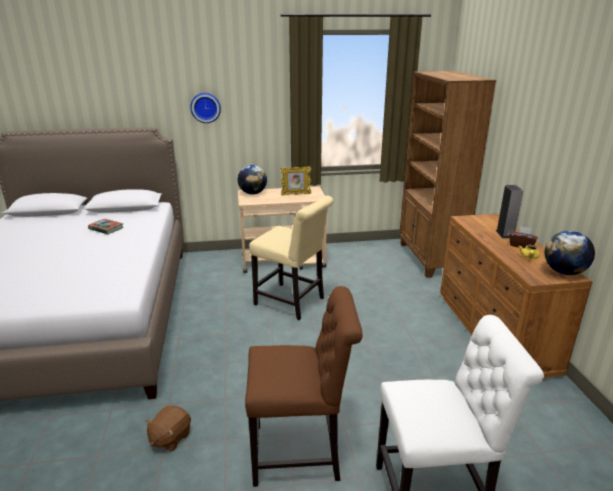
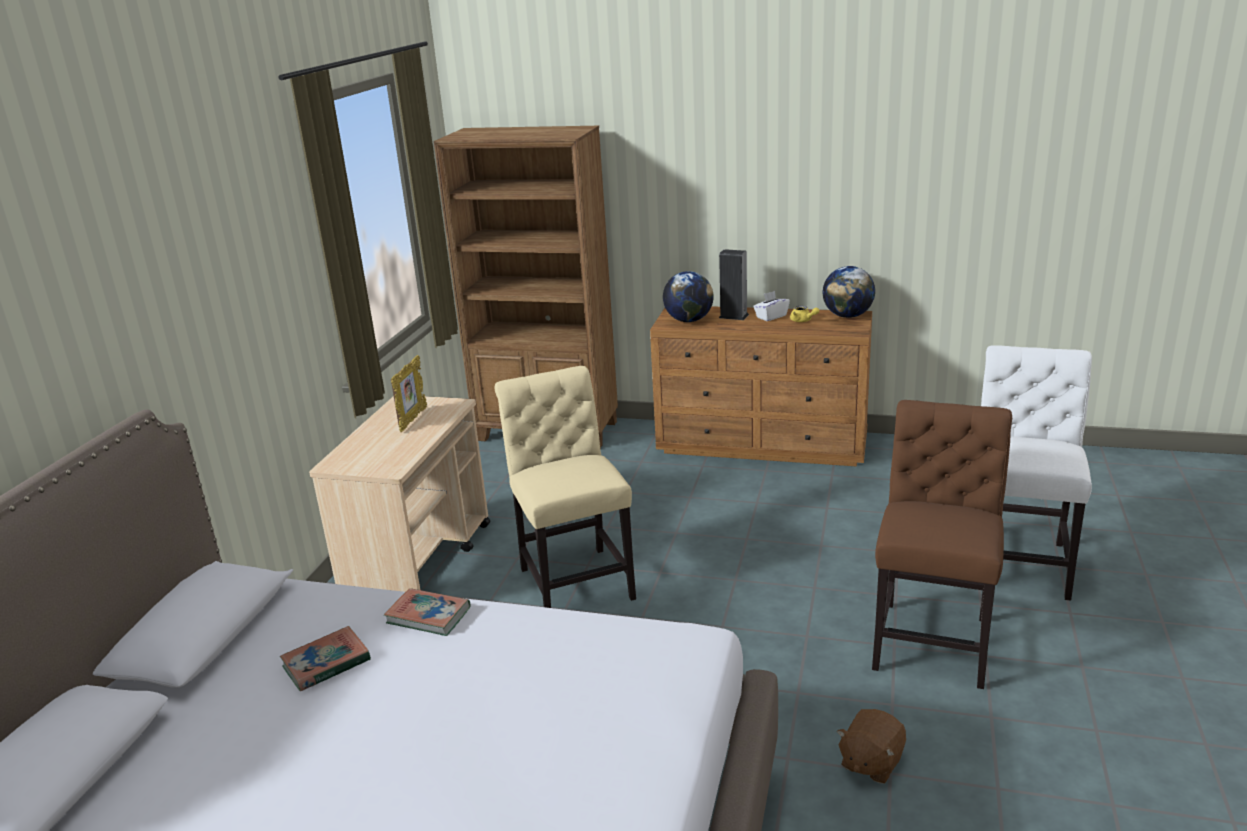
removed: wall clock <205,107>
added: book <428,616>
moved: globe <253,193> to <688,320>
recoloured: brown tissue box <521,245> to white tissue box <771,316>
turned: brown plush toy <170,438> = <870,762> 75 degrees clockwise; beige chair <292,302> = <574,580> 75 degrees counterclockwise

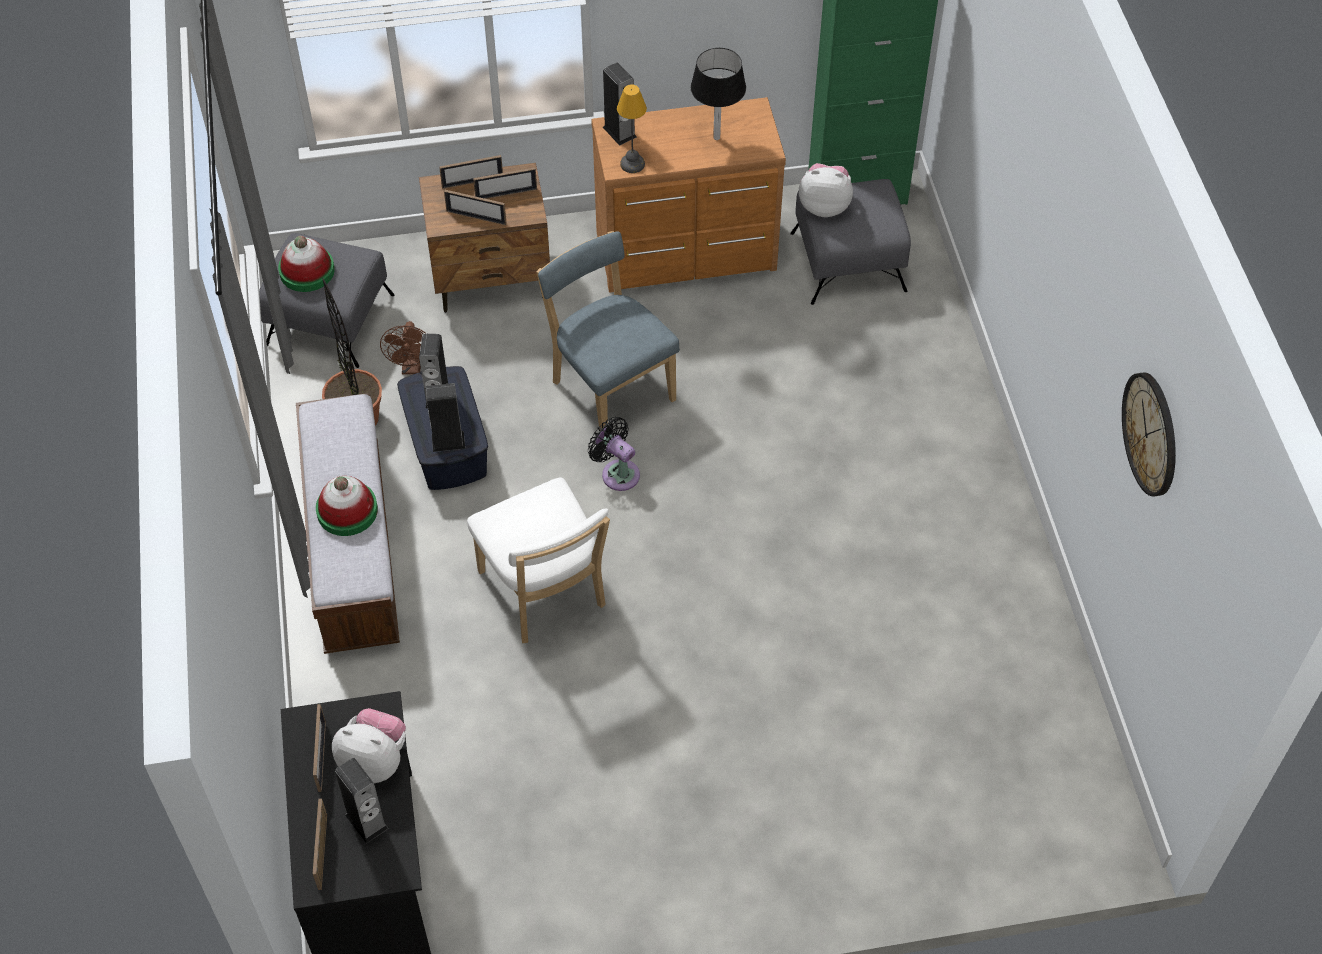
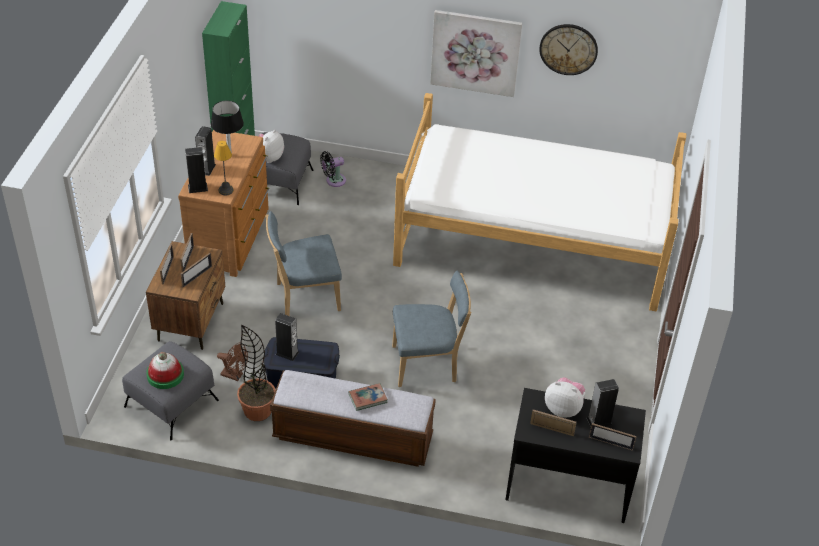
added: bed <533,243>; picture <475,52>
moved: speaker <448,441> to <206,169>; black fan <617,472> to <333,181>
replaced: hat <347,511> to book <368,398>
recoloured: white chair <544,594> to blue chair <428,364>
turned: plush toy <375,760> = <563,408> 75 degrees clockwise

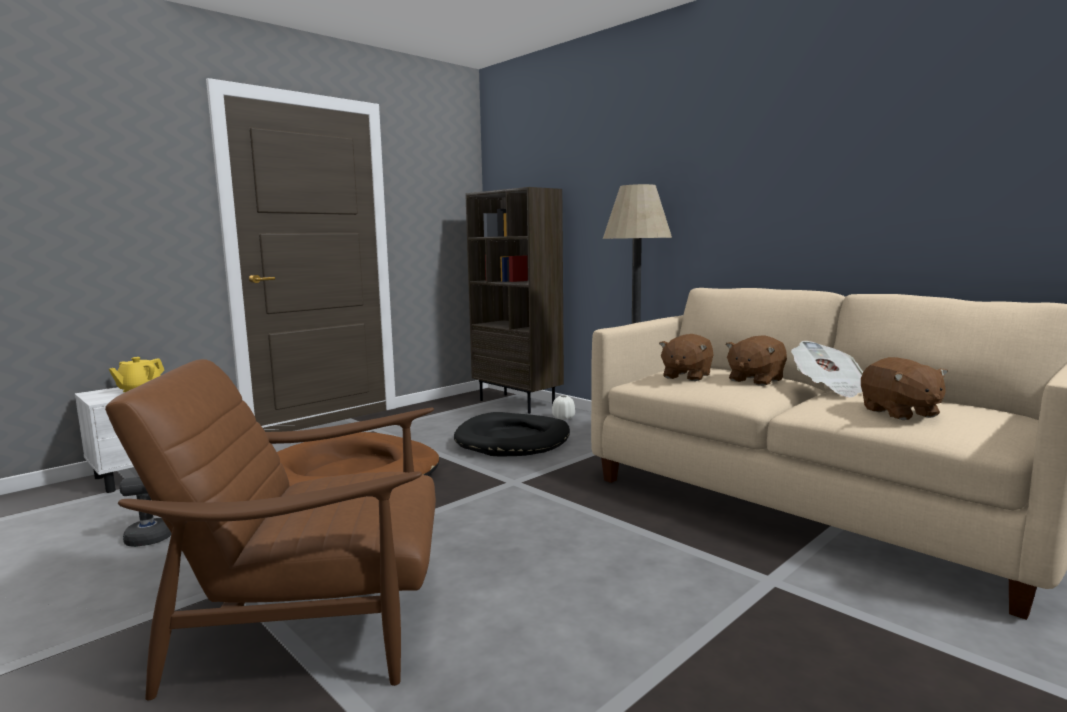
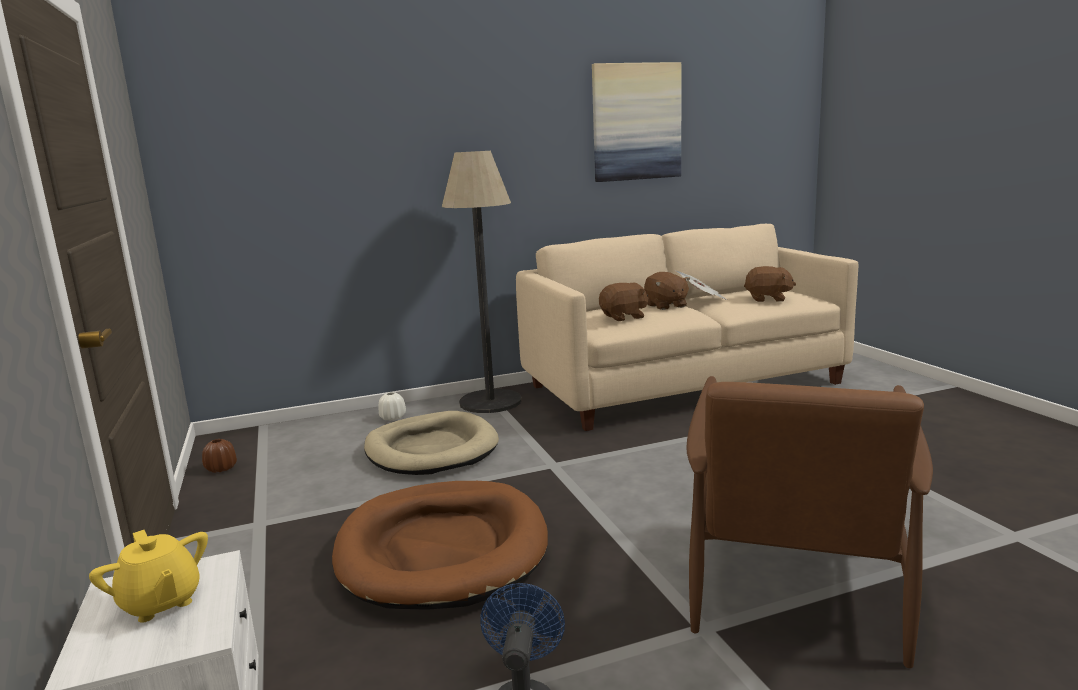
removed: brown bookcase <518,403>
added: brown vase <221,468>; picture <636,122>
recoloured: black dog bed <513,440> to beige dog bed <431,449>
turned: brown plush toy <686,376> = <624,317> 75 degrees counterclockwise

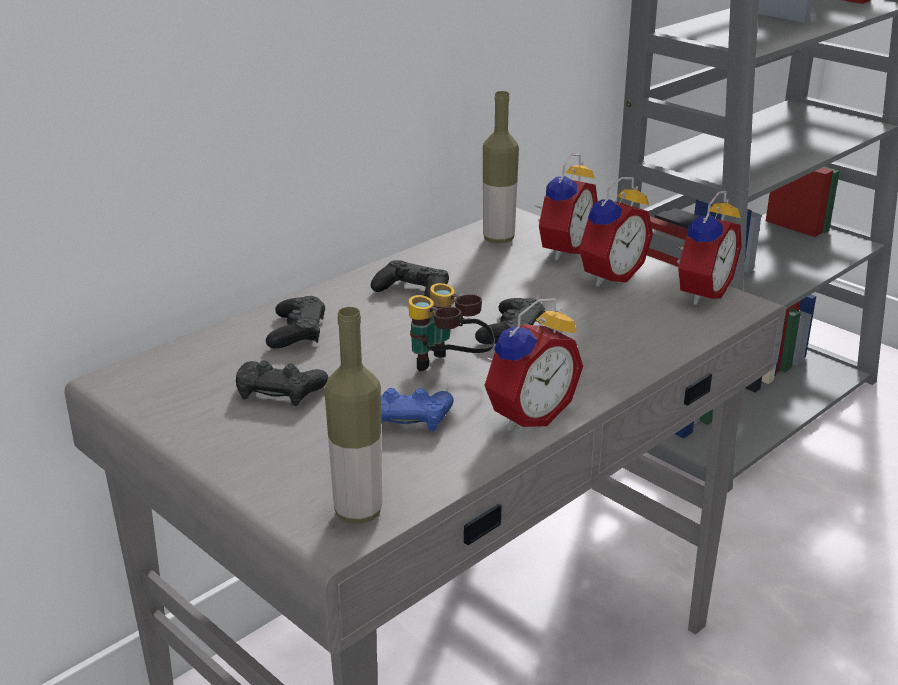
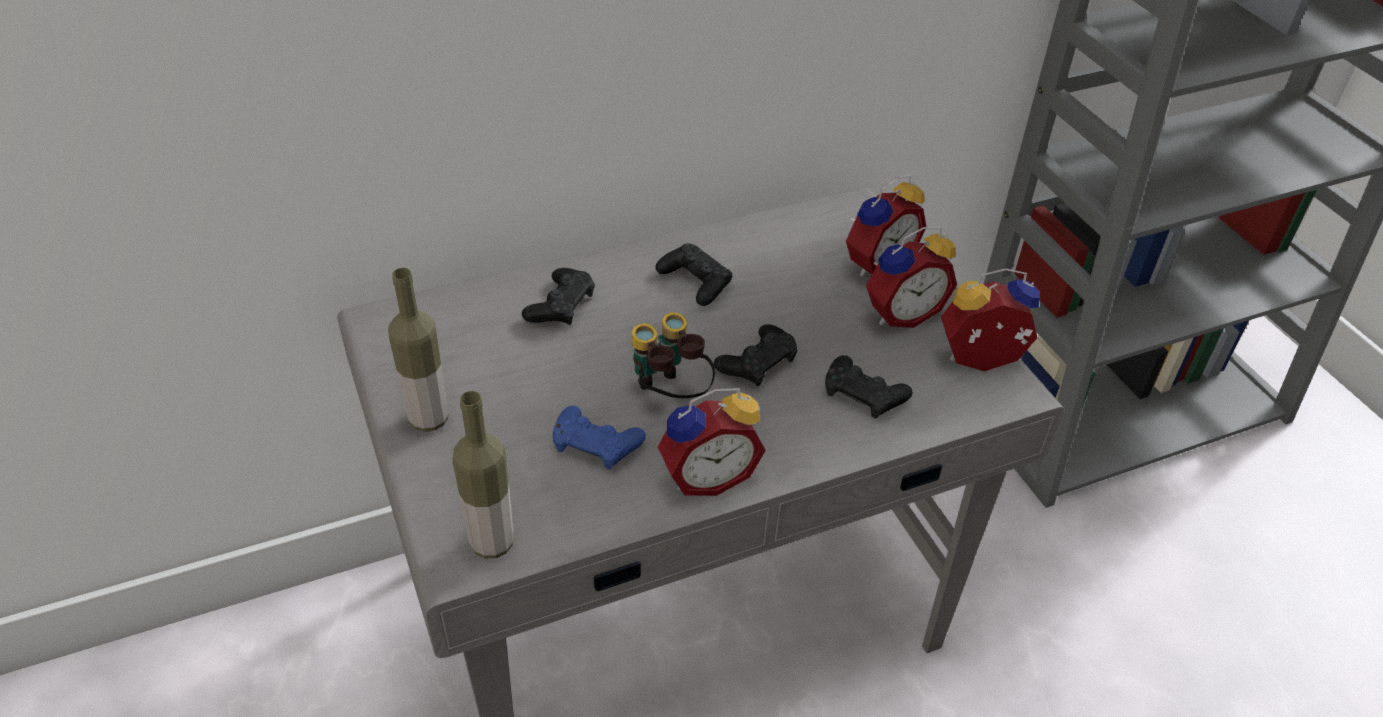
moved: black game controller <279,391> to <863,394>; bottle <498,239> to <429,419>
turned: alarm clock <699,293> = <981,363> 150 degrees counterclockwise

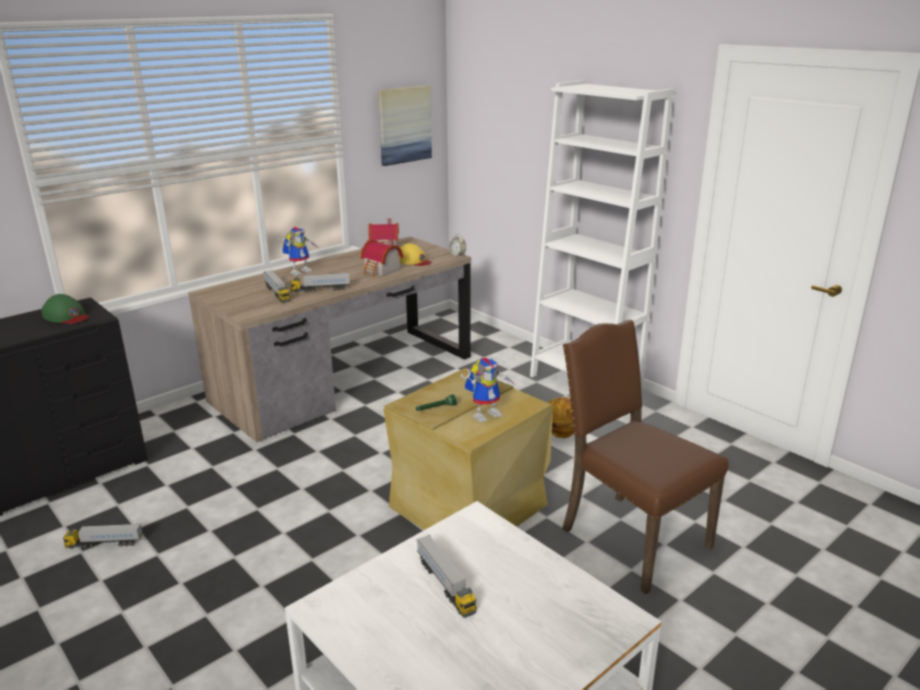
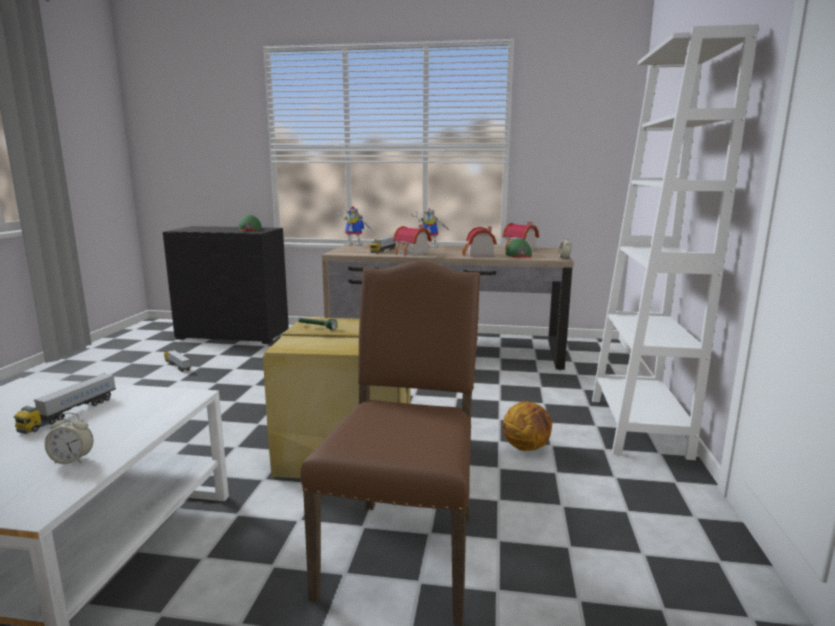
removed: picture <404,125>
added: alarm clock <72,460>
moved: toy robot <486,413> to <356,245>
replaced: toy truck <321,289> to toy house <411,253>
recoloured: yellow cap <413,261> to green cap <519,255>

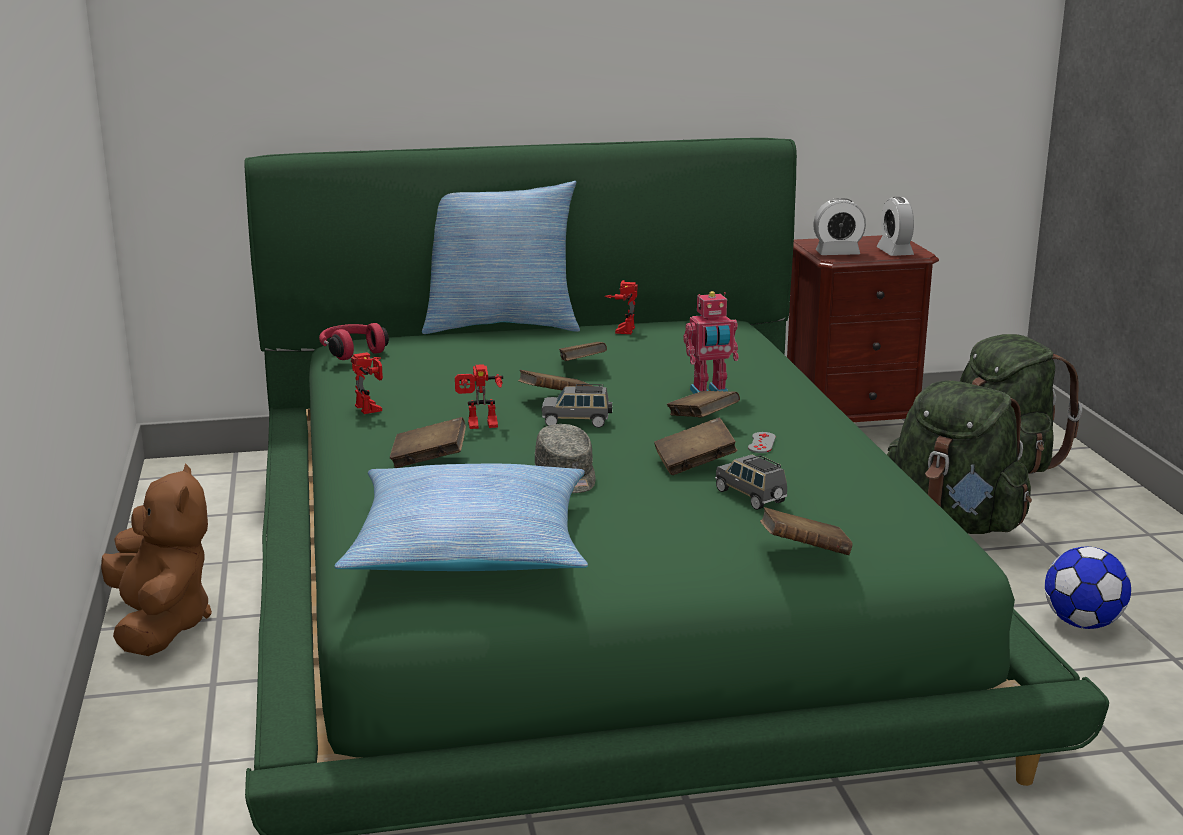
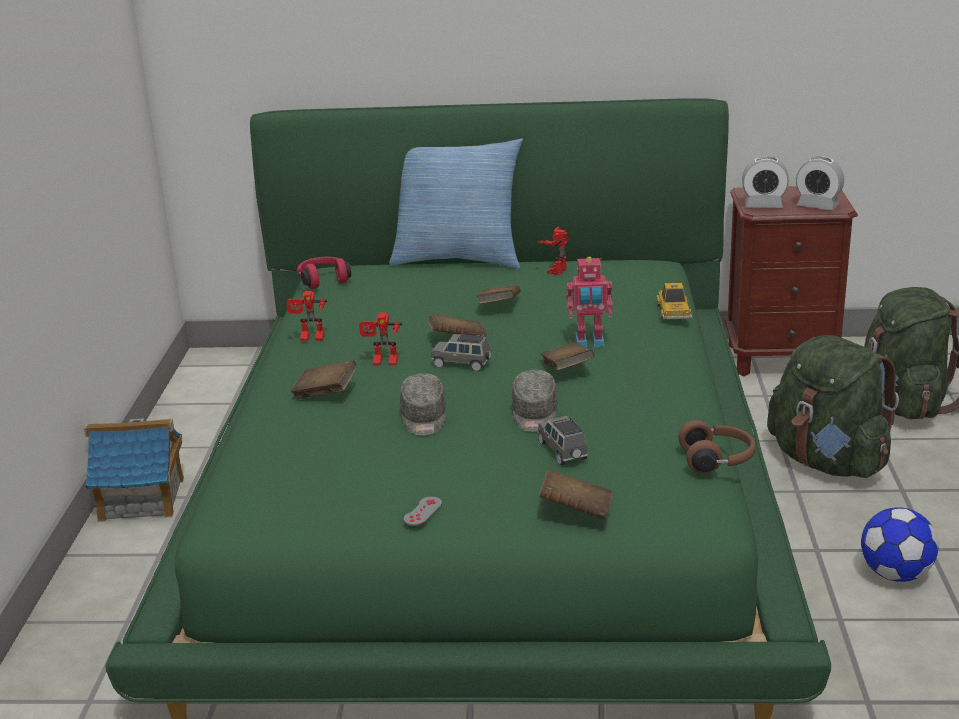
removed: pillow <469,547>
added: toy car <674,312>; brown headphones <718,460>
moved: grey game controller <761,443> to <423,511>
replaced: brown plush toy <160,625> to toy house <142,499>; brown book <694,464> to grey cap <534,415>
turned: toy robot <373,408> = <310,339> 105 degrees clockwise; alarm clock <894,252> = <817,206> 60 degrees counterclockwise

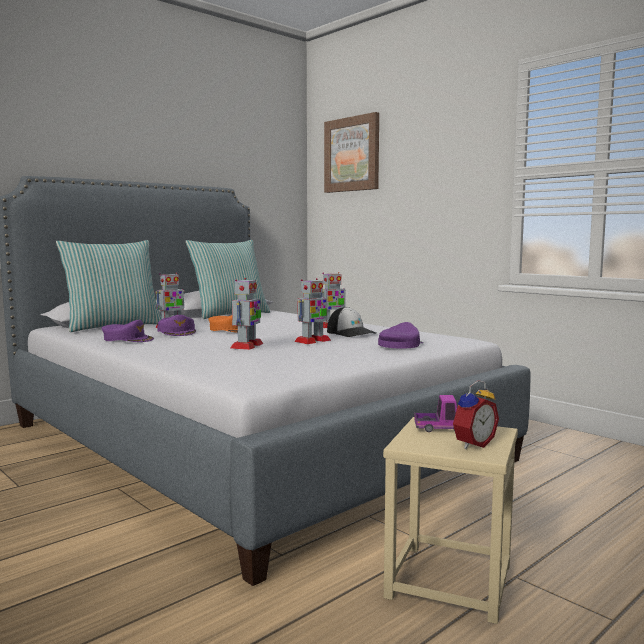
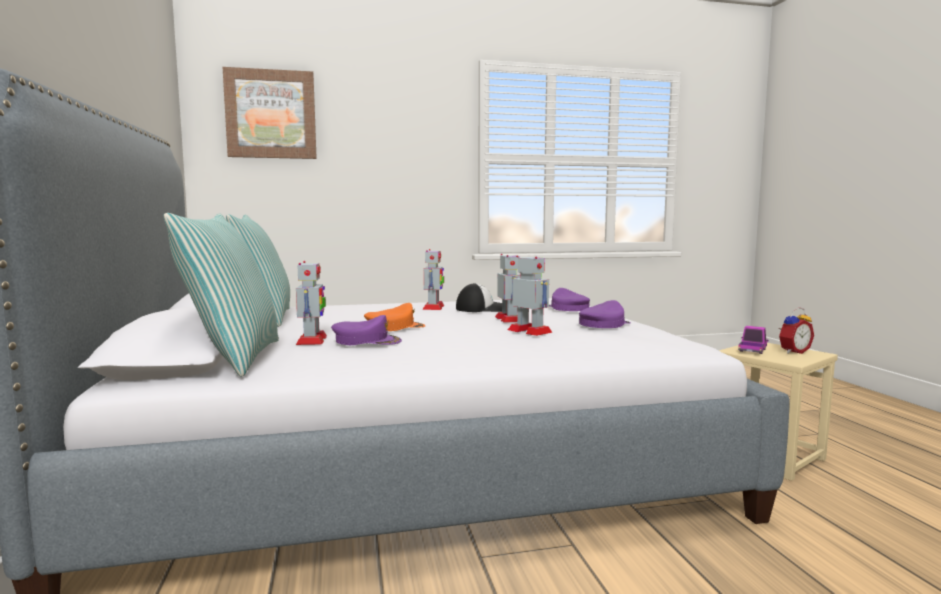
moved: purple cap <128,339> to <603,324>
turned: alarm clock <472,444> = <792,351> 75 degrees clockwise

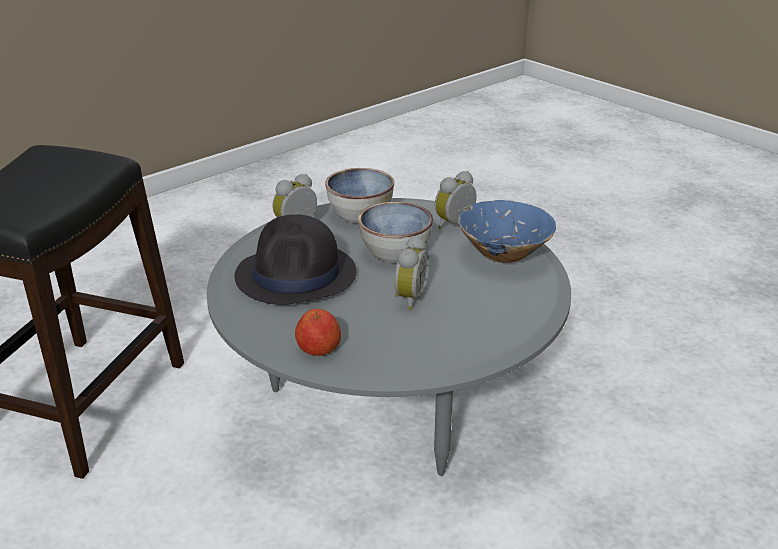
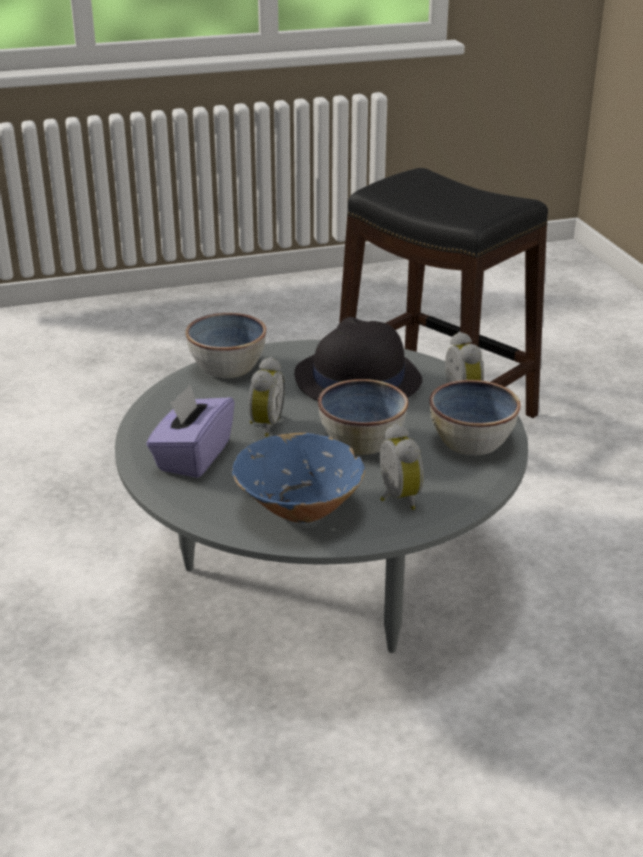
added: purple tissue box <193,456>
replaced: apple <318,348> to bowl <227,367>
turned: alarm clock <408,298> = <264,425> 120 degrees counterclockwise

